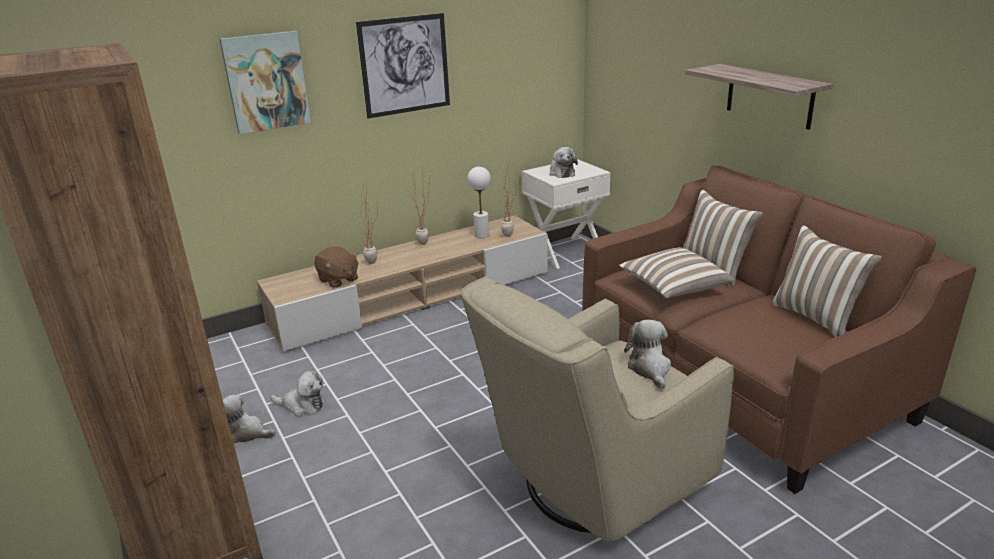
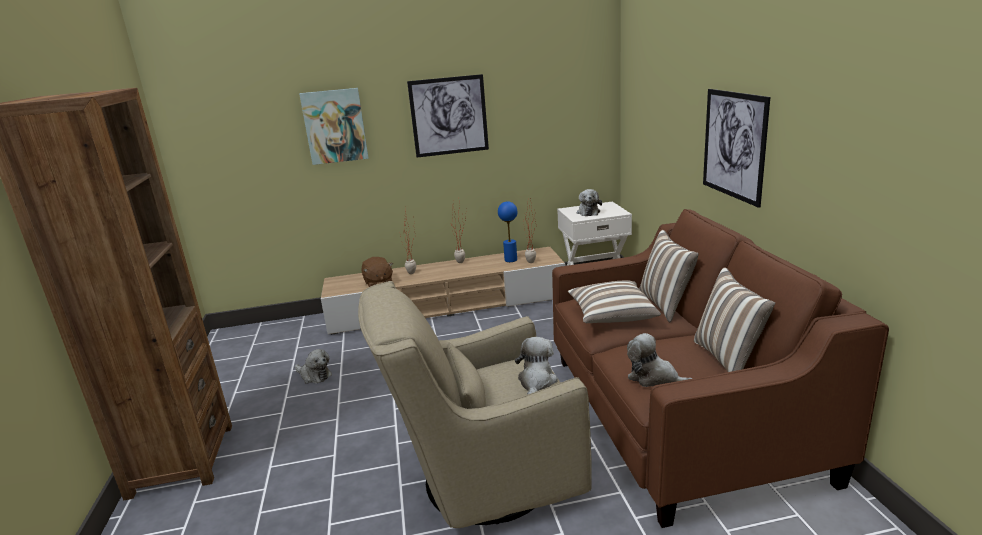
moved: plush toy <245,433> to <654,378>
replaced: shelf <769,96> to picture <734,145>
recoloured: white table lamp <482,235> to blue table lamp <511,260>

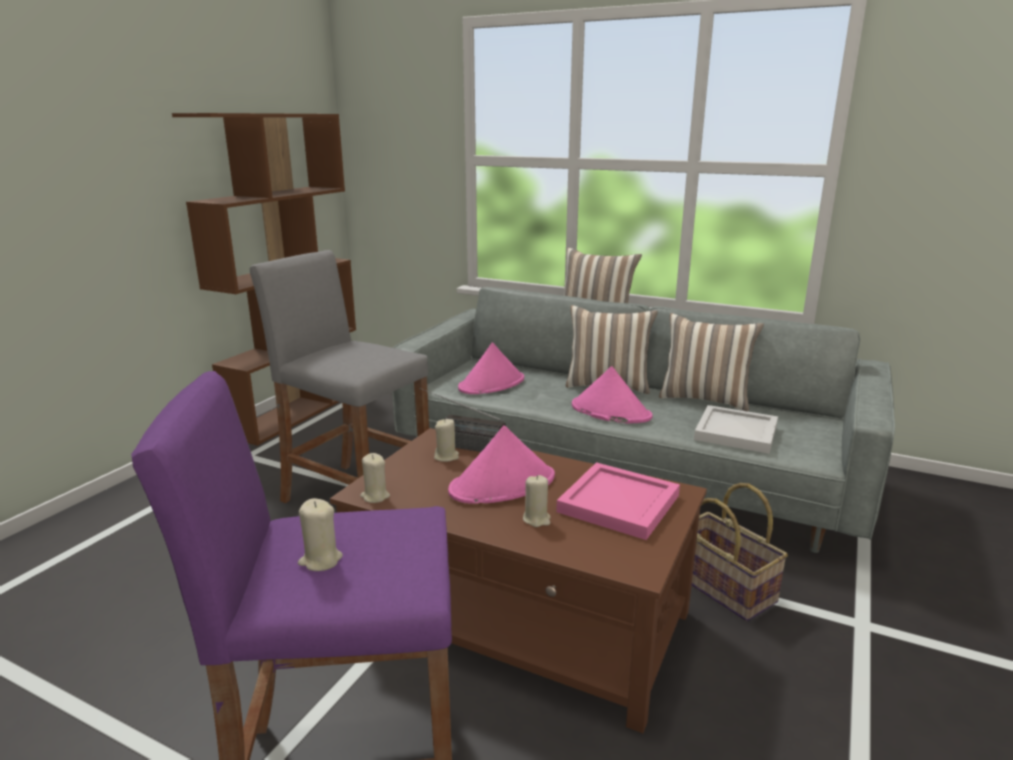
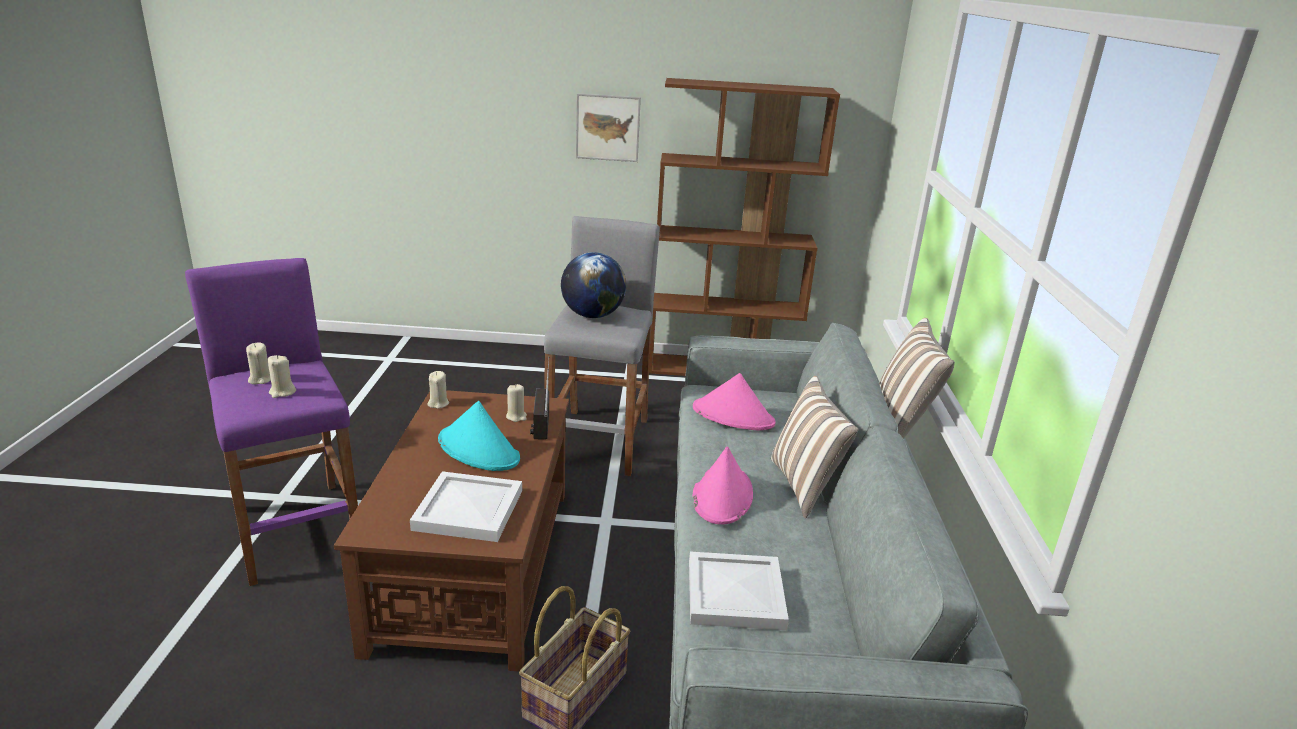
removed: pillow <705,399>
added: globe <592,315>; picture <607,127>
moved: beige candle <536,519> to <282,392>
recoloured: pink hat <503,484> to turquoise hat <479,450>; pink tray <619,505> to white tray <466,510>

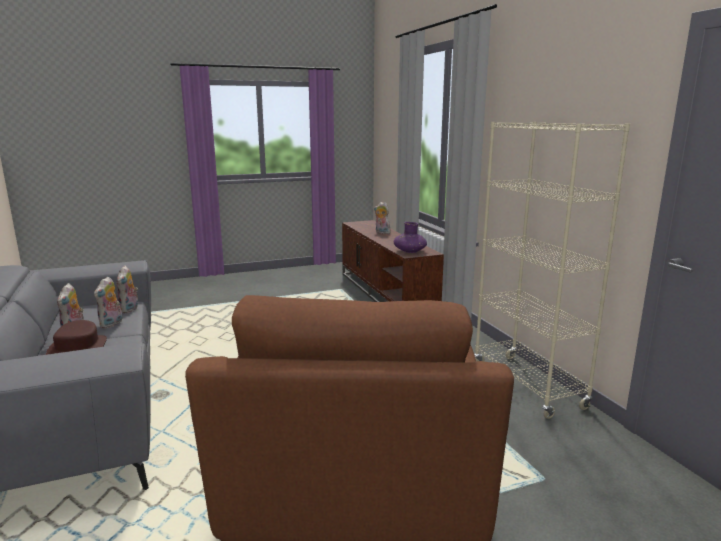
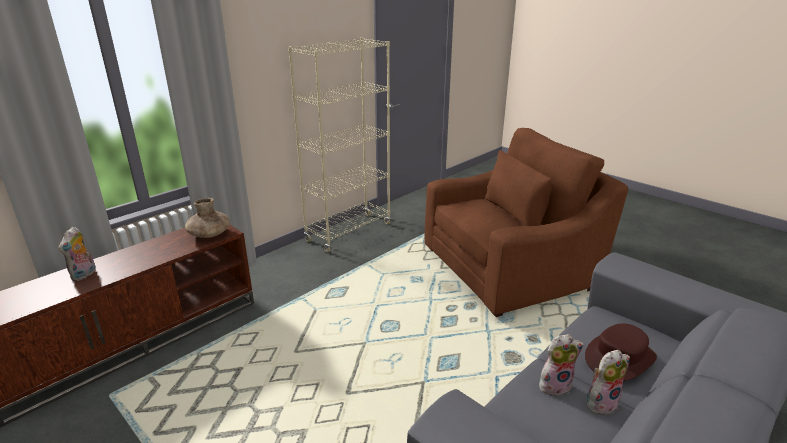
removed: plush toy <129,309>
recoloured: purple vase <410,251> to brown vase <209,234>

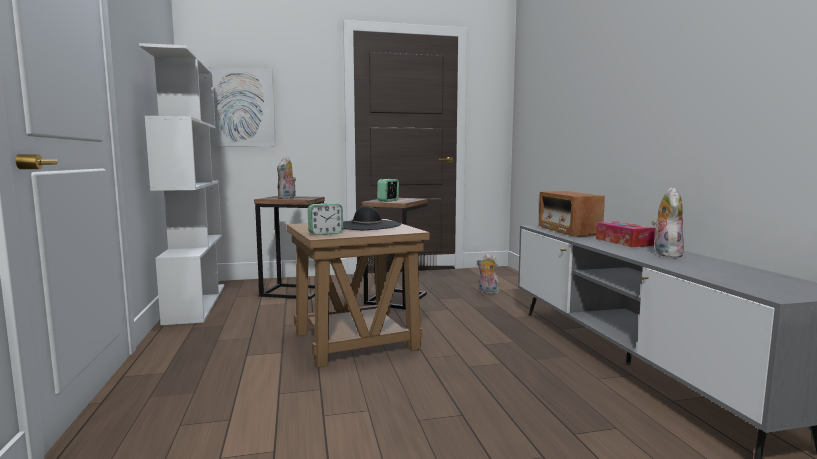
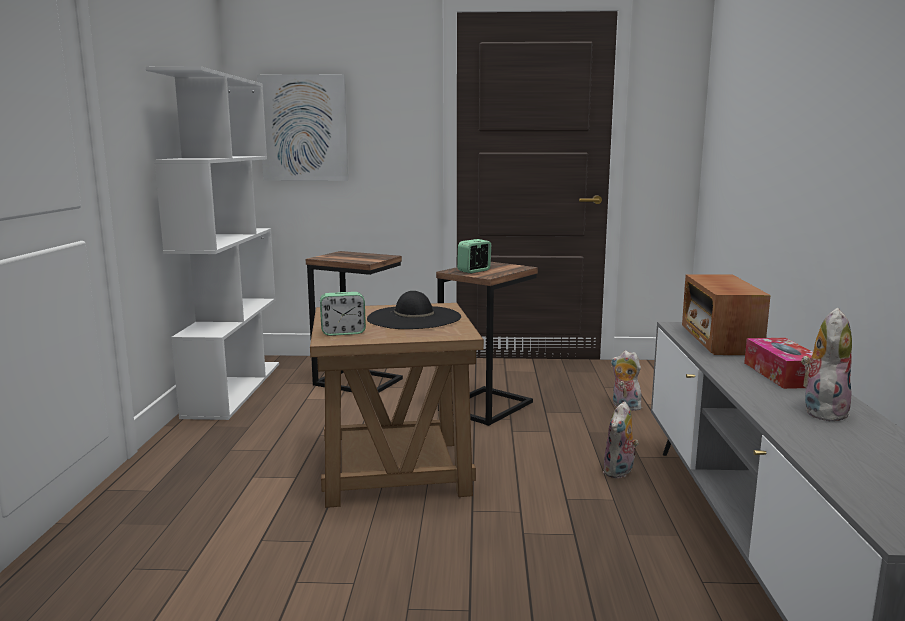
moved: plush toy <287,198> to <619,472>

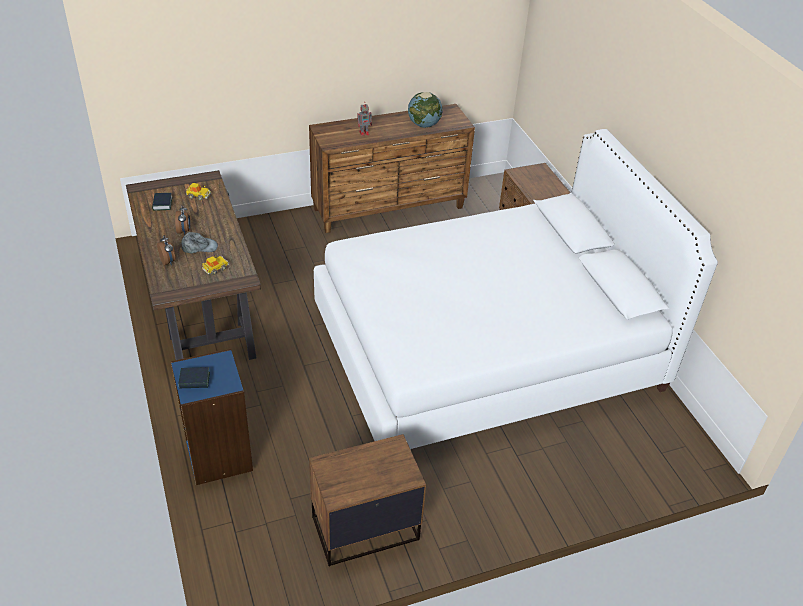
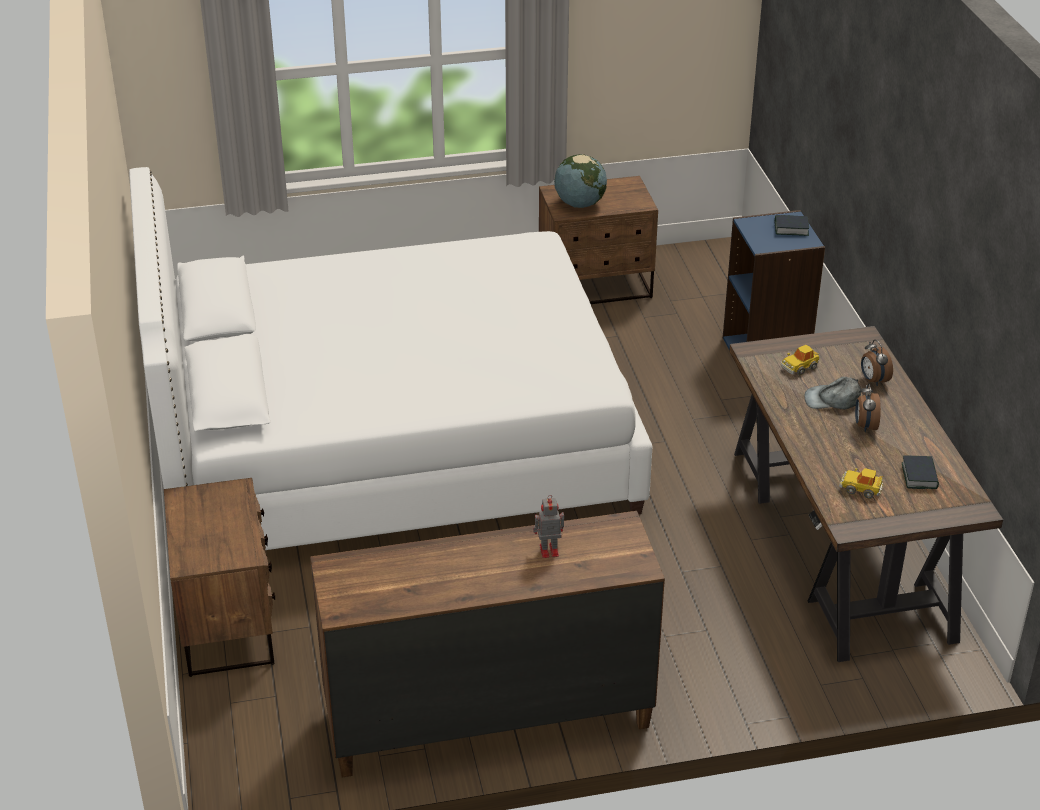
moved: globe <424,125> to <579,204>

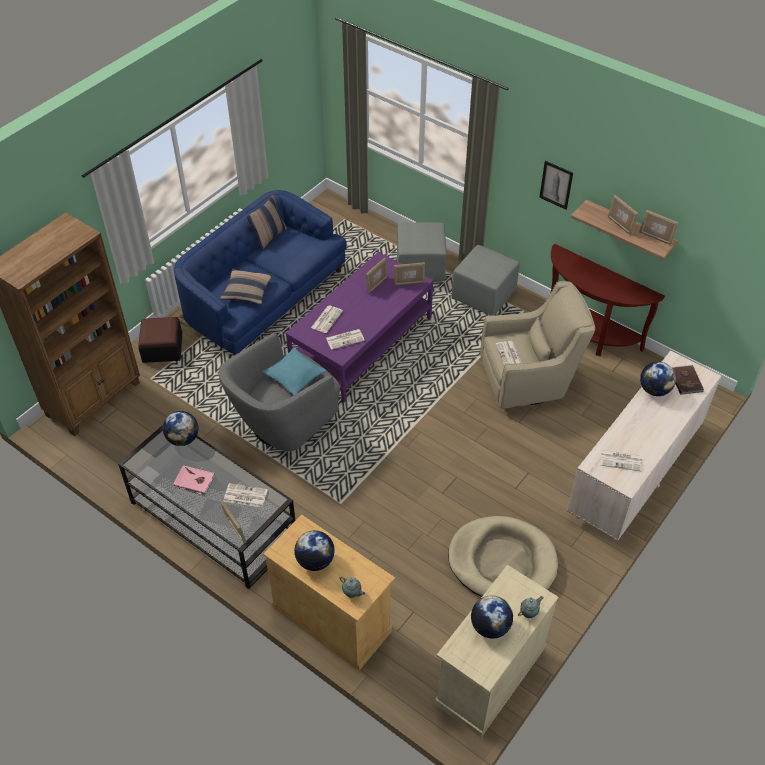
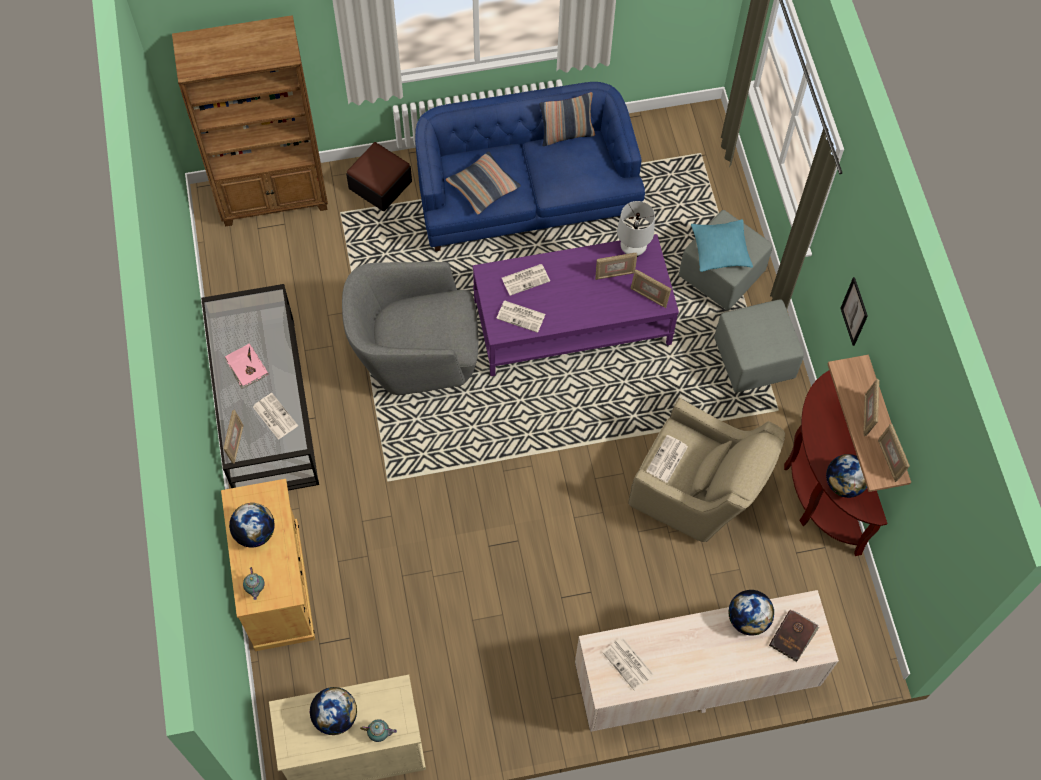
removed: beige dog bed <502,562>
added: white table lamp <632,249>
moved: globe <183,439> to <843,484>; turquoise pillow <294,376> to <720,249>

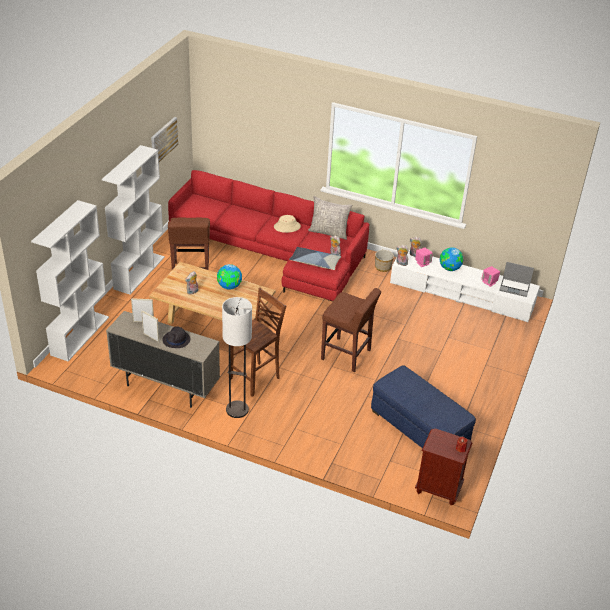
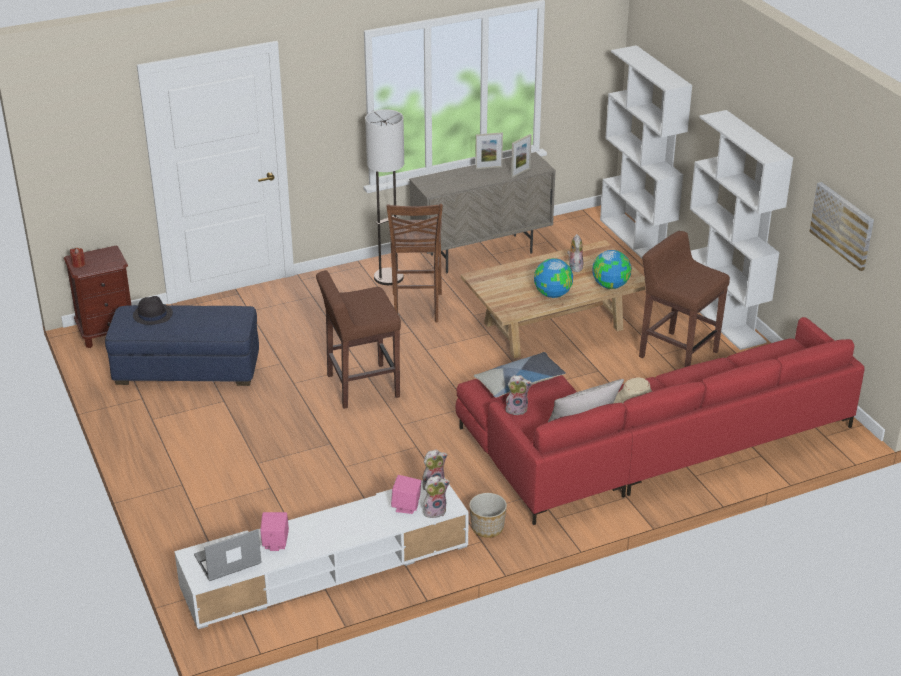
moved: black hat <176,340> to <152,314>; globe <449,268> to <610,285>

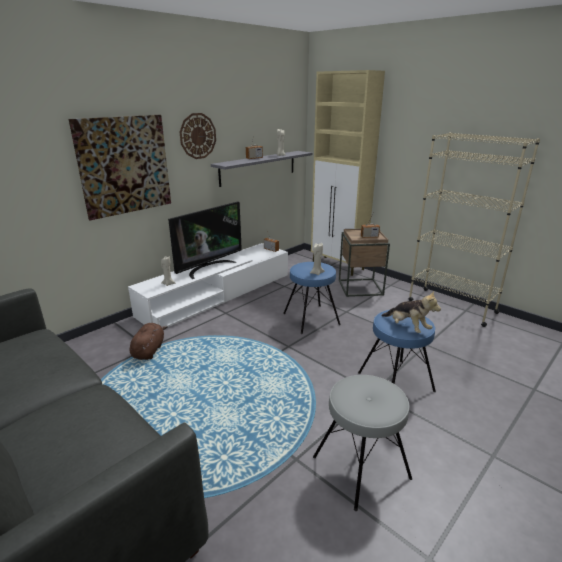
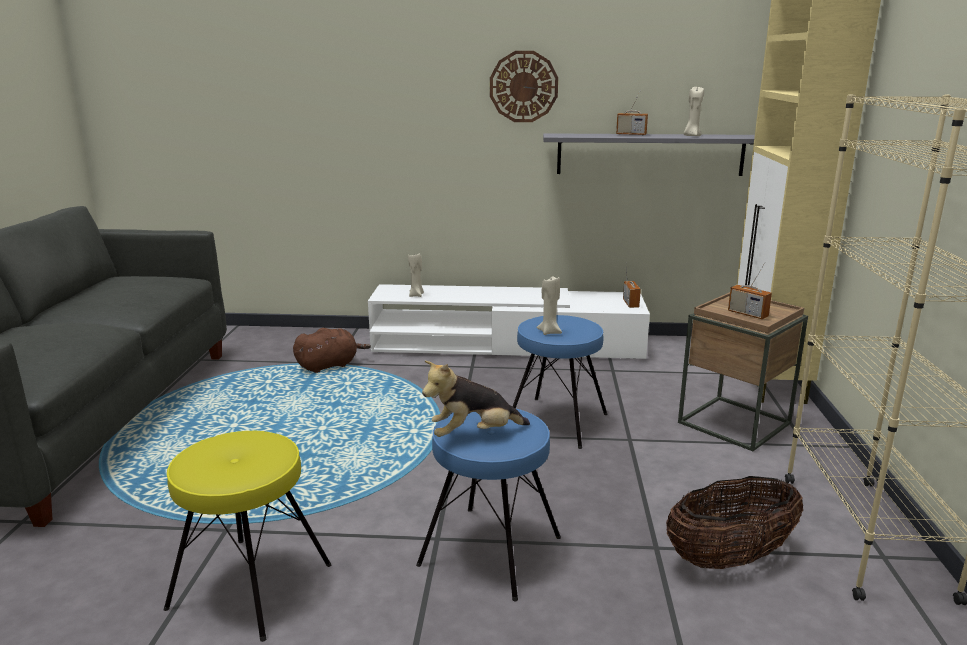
removed: picture <124,165>; television <208,267>
added: basket <730,558>
recoloured: grey stool <361,468> to yellow stool <249,586>
turned: plush toy <407,327> = <473,435> 60 degrees clockwise

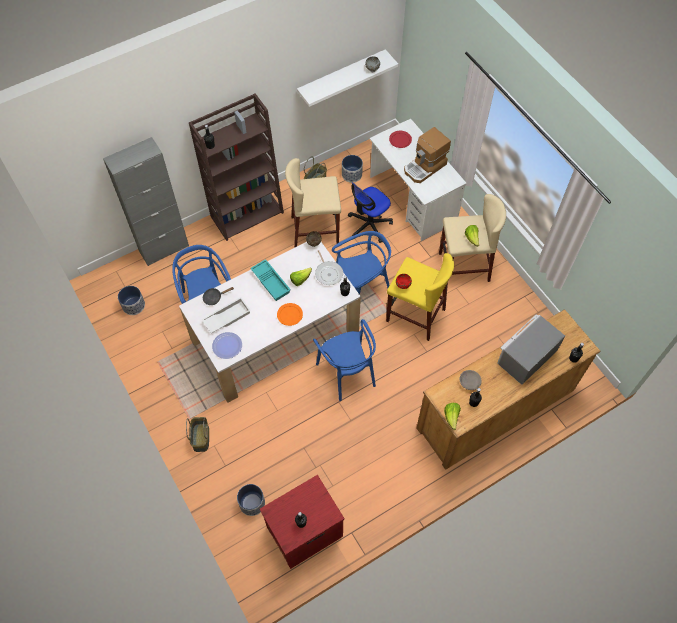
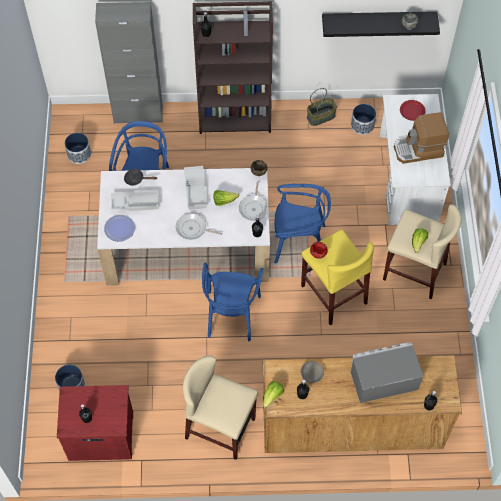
removed: basket <200,437>; office chair <369,225>
moved: beige stool <315,230> to <220,428>
replaced: orange plate <290,315> to frying pan <193,229>
recoloured: turquoise tray <271,282> to white tray <196,190>; white shelf <341,76> to black shelf <378,20>

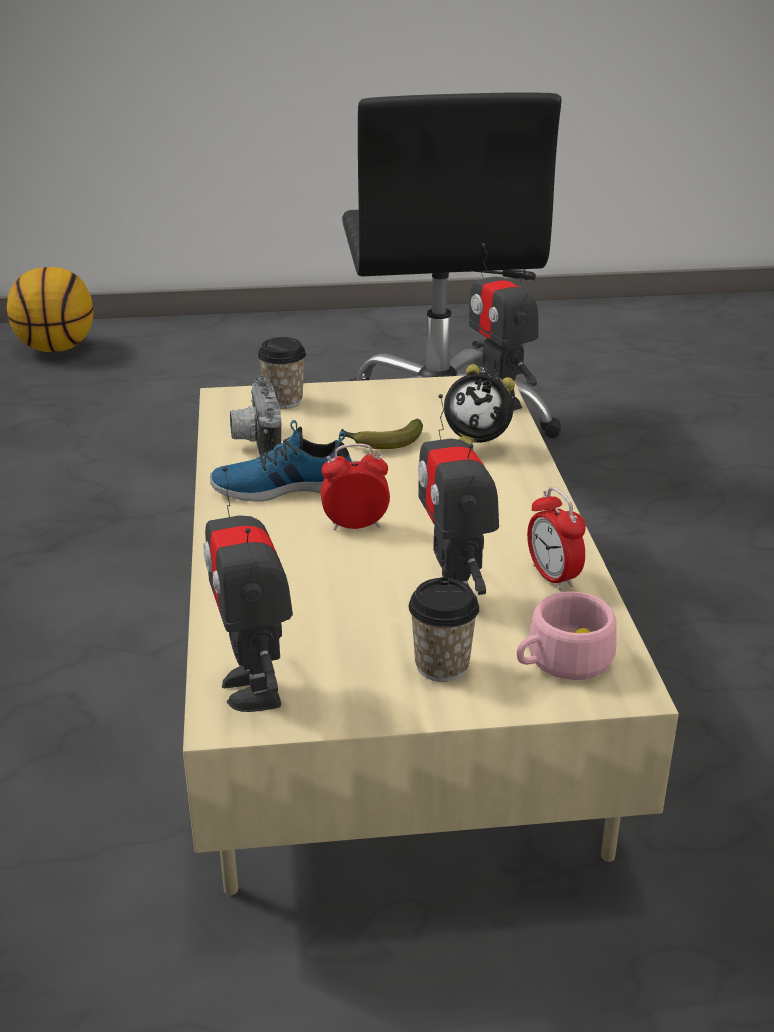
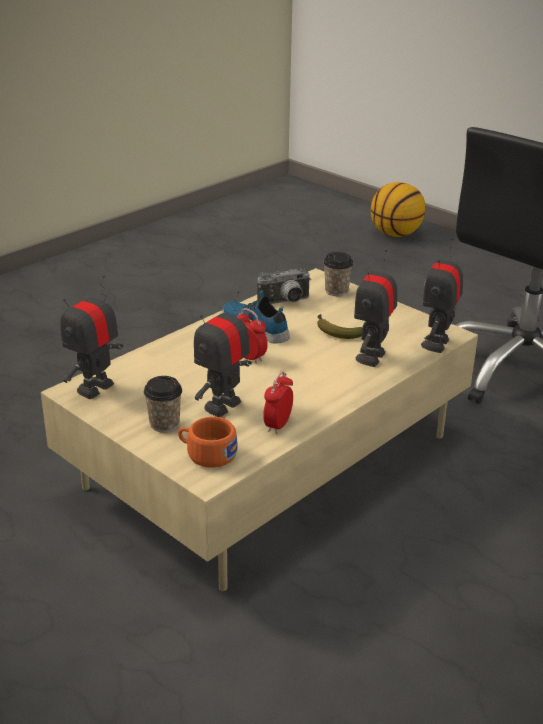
replaced: alarm clock <474,449> to toy robot <371,357>
recoloured: pink cup <561,661> to orange cup <206,454>
turned: photo camera <255,442> = <285,302> 150 degrees counterclockwise

